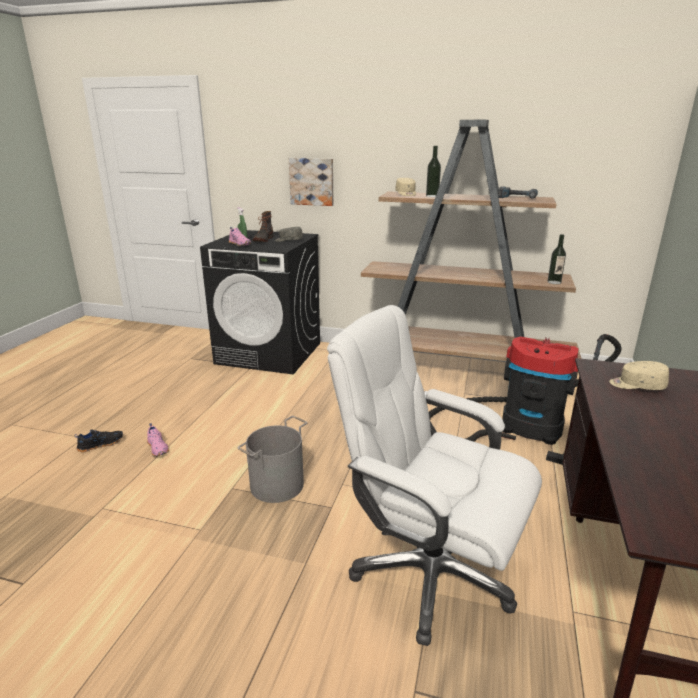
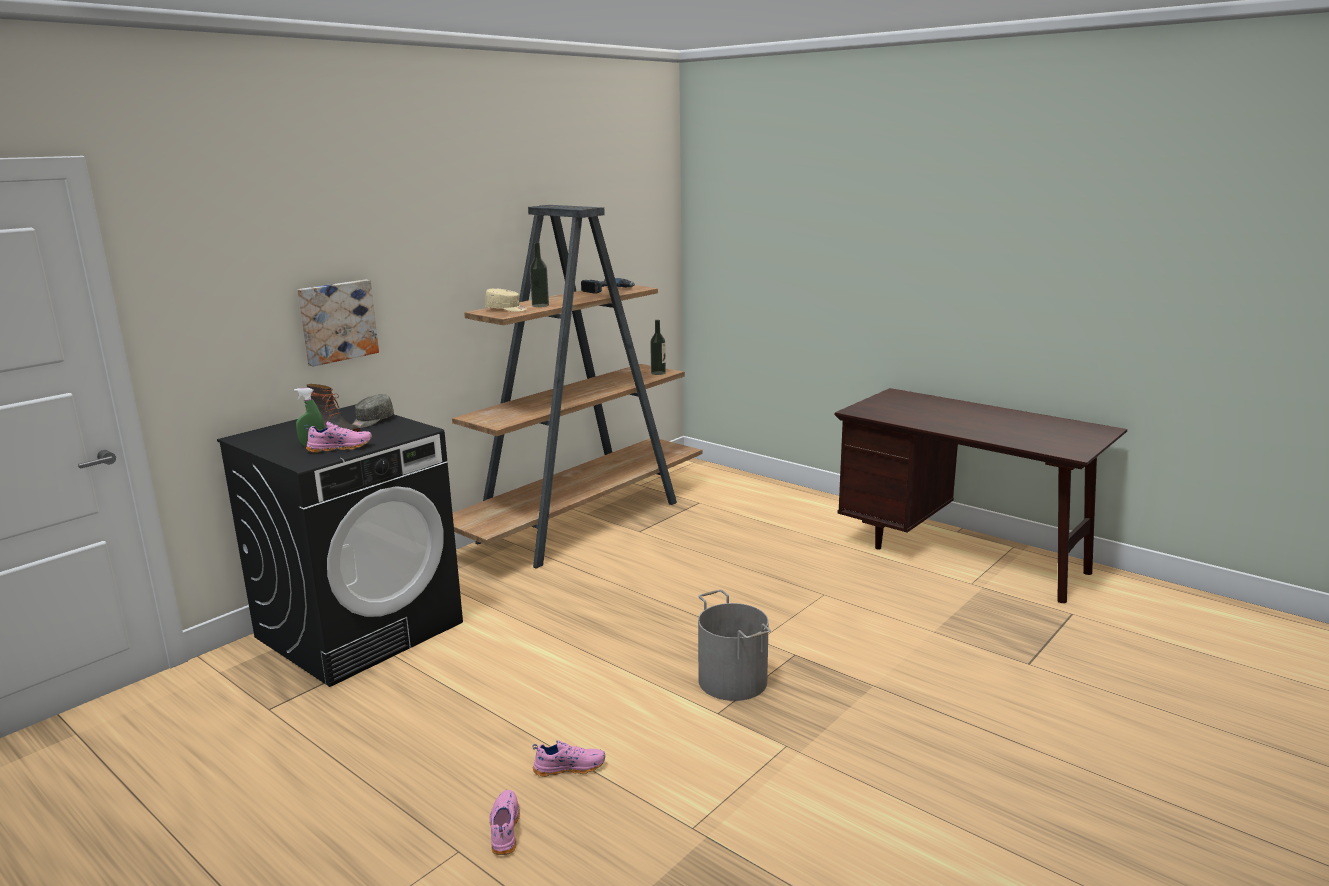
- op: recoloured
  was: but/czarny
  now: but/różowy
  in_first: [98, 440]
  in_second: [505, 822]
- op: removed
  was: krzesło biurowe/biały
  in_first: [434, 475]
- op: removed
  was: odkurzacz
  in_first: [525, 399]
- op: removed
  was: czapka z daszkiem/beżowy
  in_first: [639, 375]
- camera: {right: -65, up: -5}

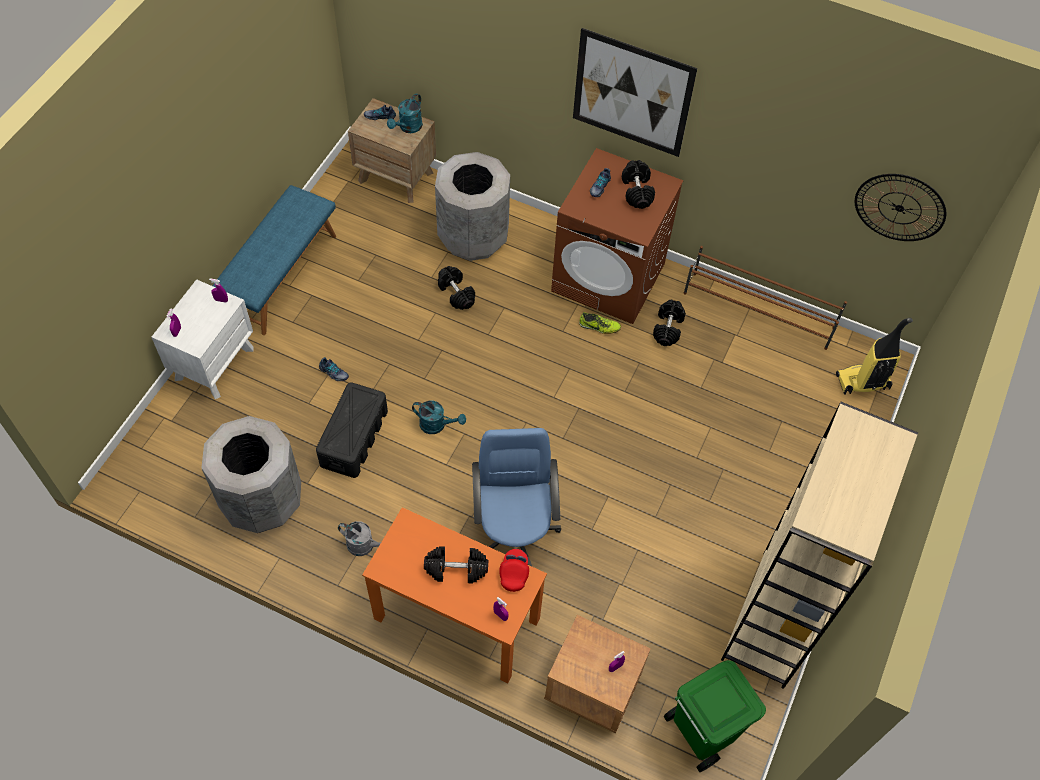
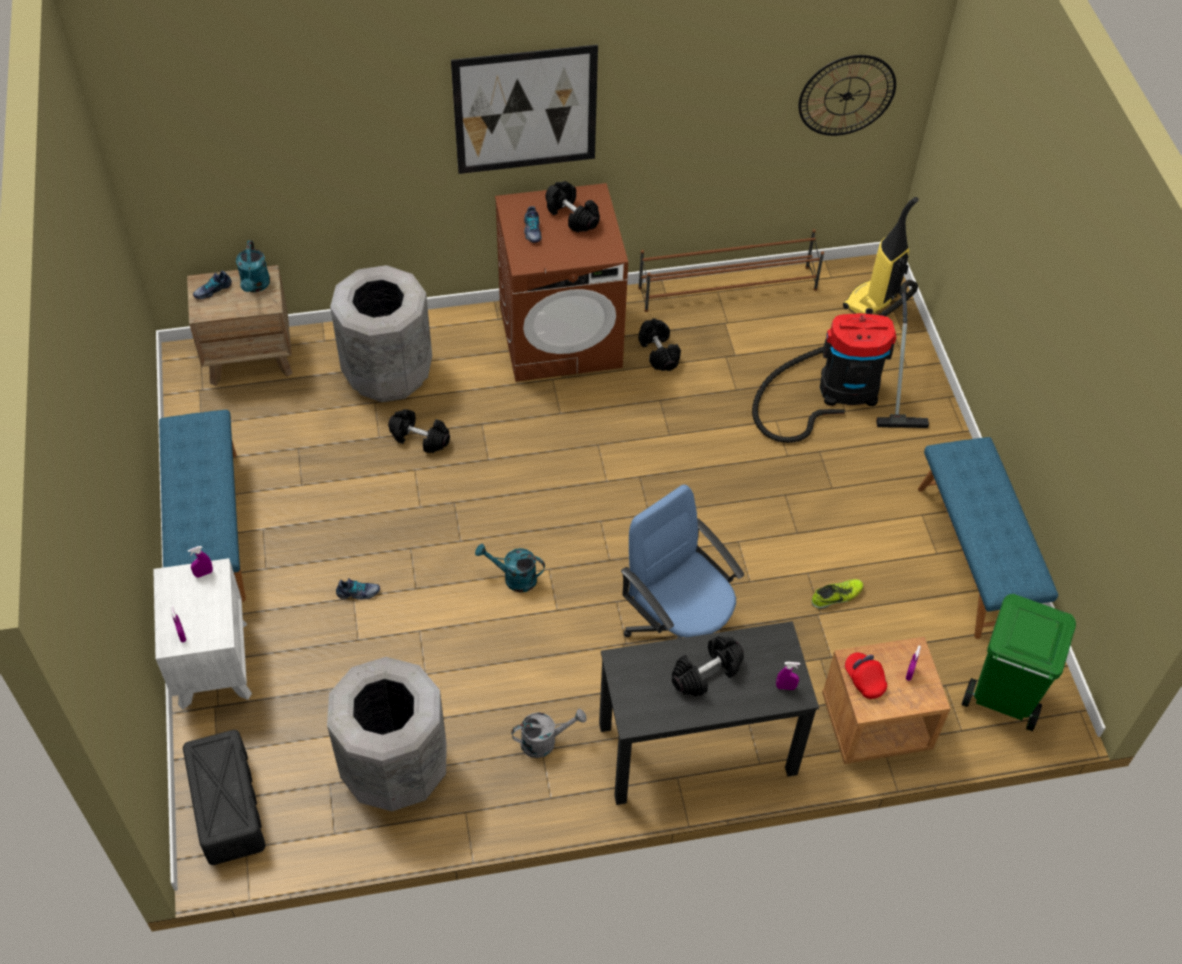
- op: moved
  was: pojemnik do przechowywania/czarny
  in_first: [352, 430]
  in_second: [224, 797]
- op: recoloured
  was: biurko/pomarańczowy
  now: biurko/czarny
  in_first: [454, 595]
  in_second: [709, 713]
- op: turned
  was: konewka/turkusowy
  in_first: [439, 417]
  in_second: [510, 568]
  clockwise: -150
- op: moved
  was: czapka z daszkiem/czerwony
  in_first: [514, 570]
  in_second: [866, 675]
- op: moved
  was: but
  in_first: [600, 323]
  in_second: [837, 594]
- op: replaced
  was: regał/beżowy
  now: ławka/niebieski
  in_first: [819, 545]
  in_second: [988, 538]
- op: added
  now: odkurzacz
  in_second: [840, 361]
- camera: {right: -35, up: -5}

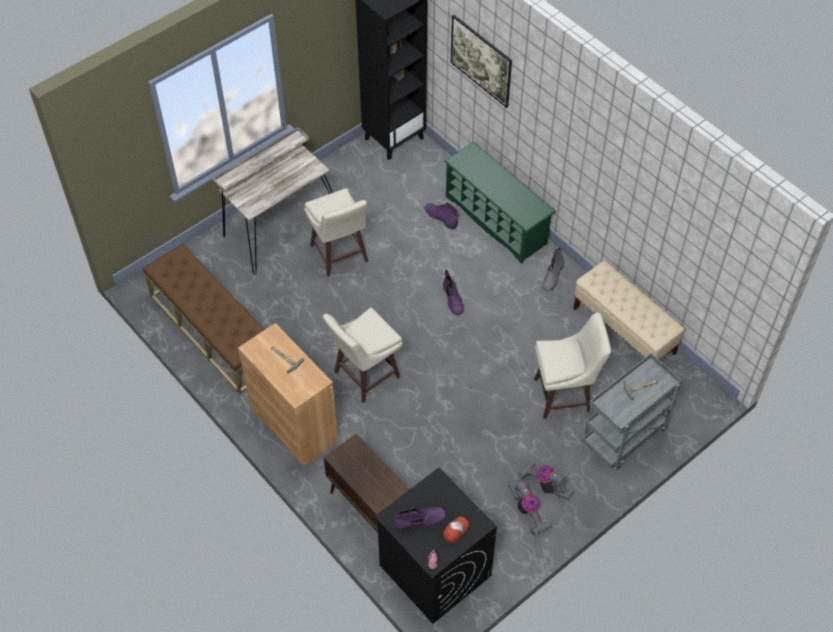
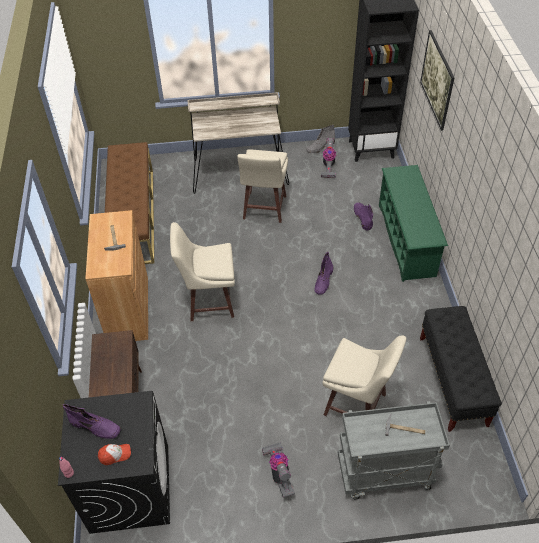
- op: moved
  was: odkurzacz
  in_first: [530, 508]
  in_second: [328, 158]
- op: moved
  was: but z cholewką/szary
  in_first: [553, 268]
  in_second: [320, 139]
- op: recoloured
  was: ławka/beżowy
  now: ławka/czarny
  in_first: [629, 310]
  in_second: [461, 369]
- camera: {right: 35, up: -5}

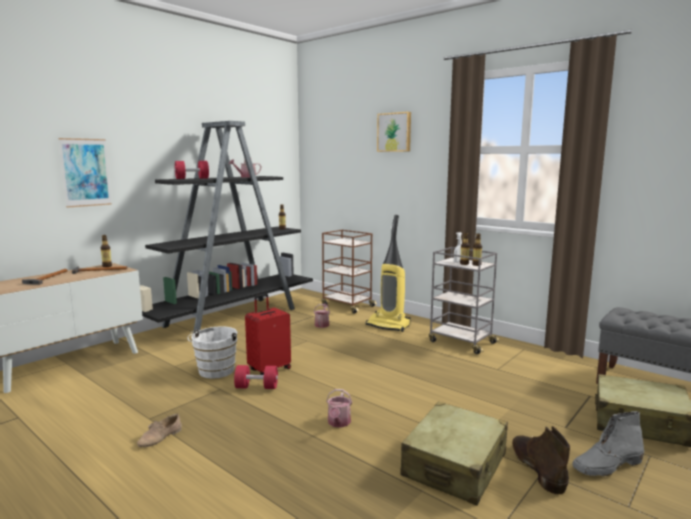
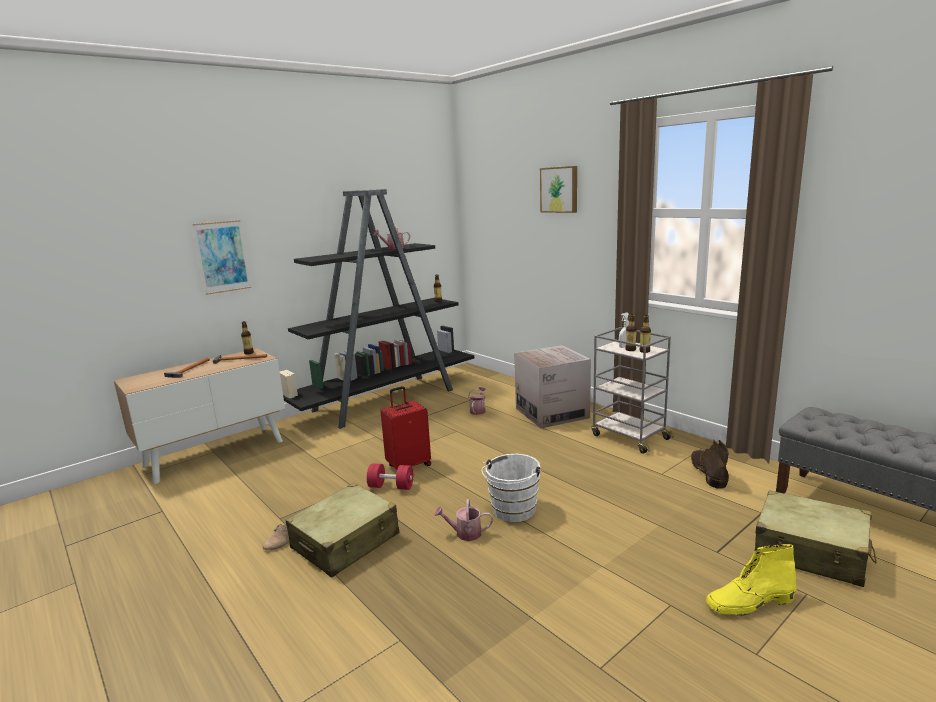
- op: removed
  was: hantel/czerwony
  in_first: [191, 170]
- op: moved
  was: wiadro/biały
  in_first: [212, 352]
  in_second: [511, 488]
- op: removed
  was: wózek/brązowy
  in_first: [349, 272]
- op: turned
  was: konewka
  in_first: [339, 408]
  in_second: [463, 520]
  clockwise: 75
- op: replaced
  was: odkurzacz
  now: karton
  in_first: [388, 273]
  in_second: [552, 387]
- op: moved
  was: walizka/beżowy
  in_first: [454, 454]
  in_second: [342, 530]
- op: moved
  was: but z cholewką/brązowy
  in_first: [541, 460]
  in_second: [710, 464]
- op: recoloured
  was: but z cholewką/szary
  now: but z cholewką/żółty
  in_first: [608, 444]
  in_second: [751, 580]
- camera: {right: 10, up: 5}

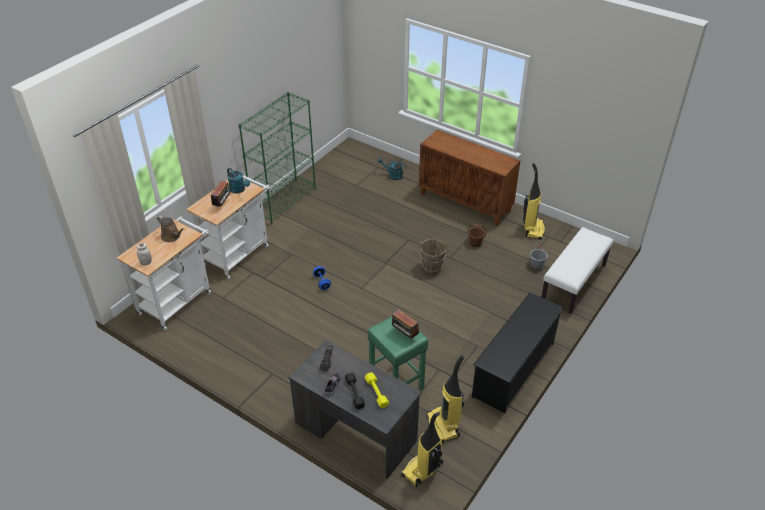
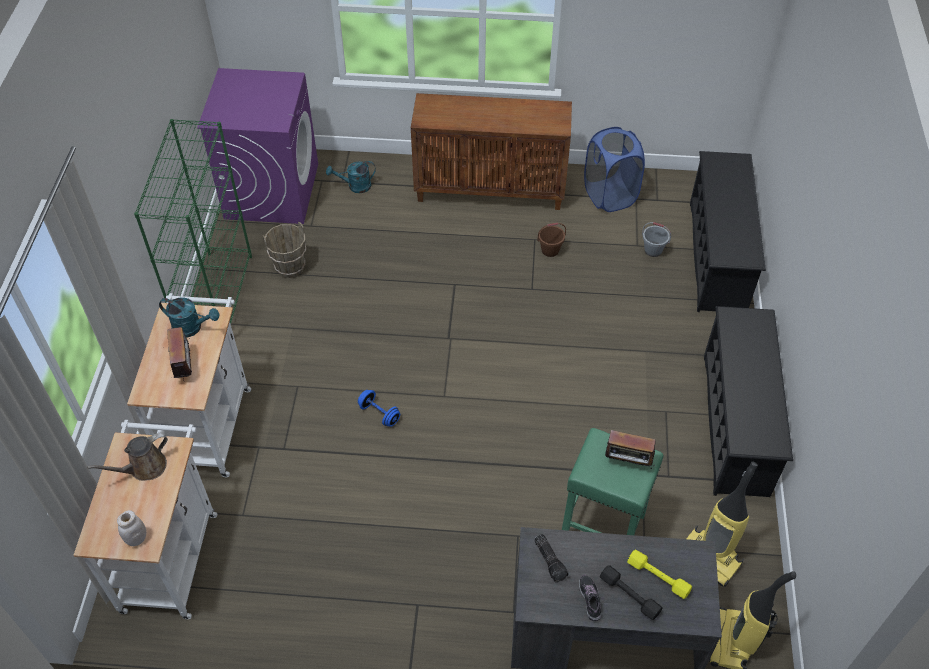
- op: turned
  was: konewka/brązowy
  in_first: [170, 229]
  in_second: [127, 457]
  clockwise: 135
- op: moved
  was: wiadro/brązowy
  in_first: [433, 256]
  in_second: [284, 250]
- op: replaced
  was: odkurzacz
  now: kosz na pranie/niebieski
  in_first: [534, 201]
  in_second: [614, 169]
- op: replaced
  was: ławka/biały
  now: regał na buty/czarny
  in_first: [577, 270]
  in_second: [728, 231]
- op: added
  now: pralka/fioletowy
  in_second: [257, 146]
- camera: {right: -30, up: 10}

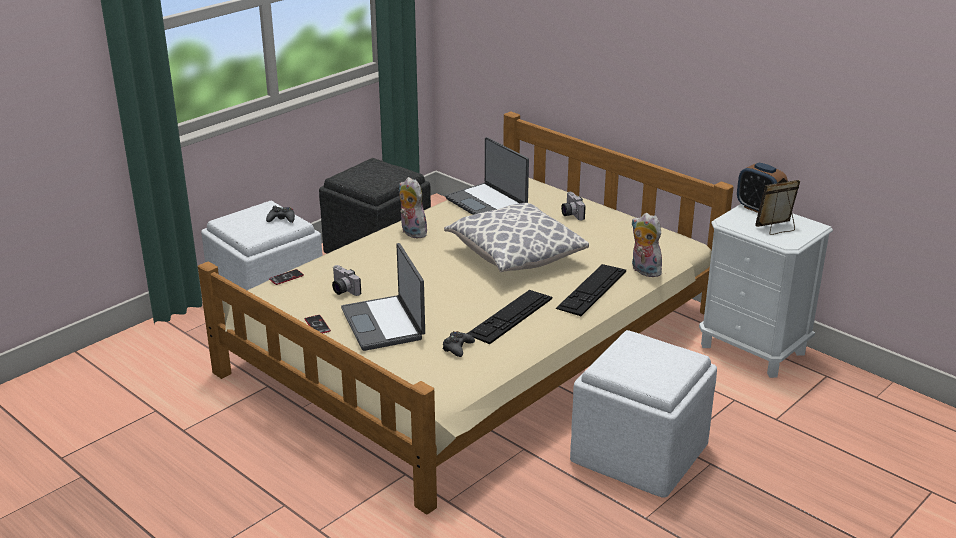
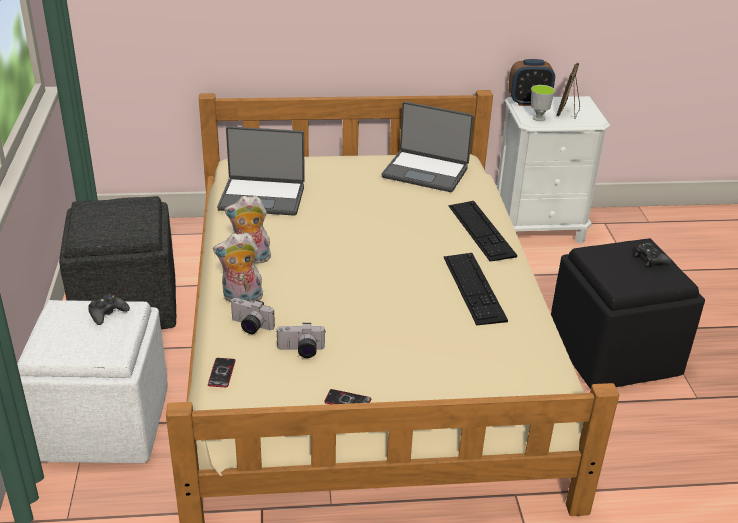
- op: moved
  was: laptop
  in_first: [383, 297]
  in_second: [428, 146]
- op: moved
  was: pad do gier/czarny
  in_first: [459, 344]
  in_second: [653, 254]
- op: removed
  was: poduszka
  in_first: [516, 237]
- op: moved
  was: aparat fotograficzny
  in_first: [573, 206]
  in_second: [252, 316]
- op: recoloured
  was: pufa/biały
  now: pufa/czarny
  in_first: [643, 414]
  in_second: [628, 313]
- op: moved
  was: pluszak
  in_first: [648, 245]
  in_second: [238, 267]
- op: added
  now: filiżanka
  in_second: [543, 103]
- camera: {right: -50, up: 5}

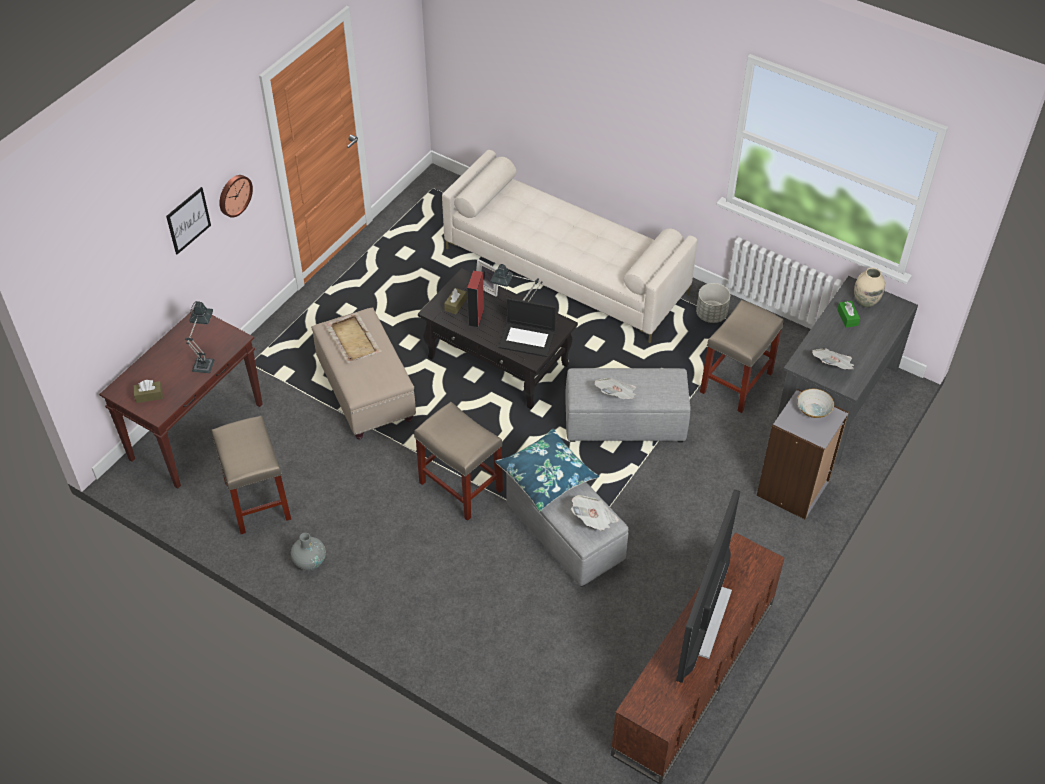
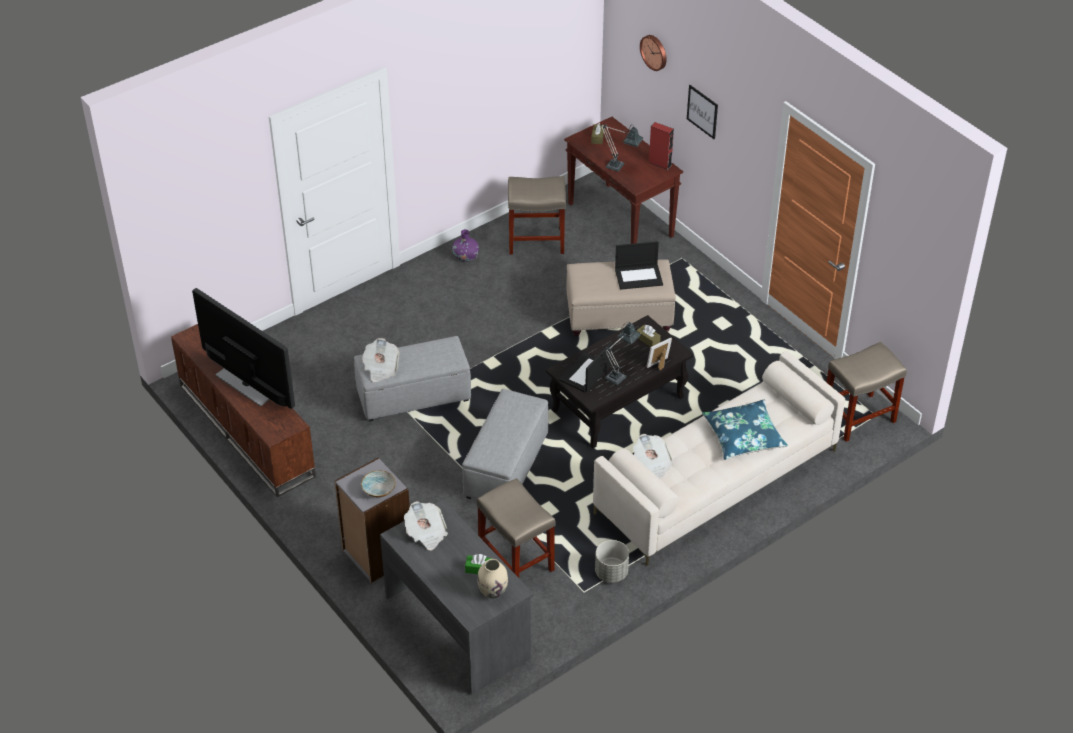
- op: moved
  was: zegar ścienny
  in_first: [236, 196]
  in_second: [653, 53]
- op: recoloured
  was: wazon/szary
  now: wazon/fioletowy
  in_first: [308, 551]
  in_second: [465, 245]
- op: replaced
  was: taca/beżowy
  now: laptop
  in_first: [353, 337]
  in_second: [639, 265]
- op: moved
  was: stołek/beżowy
  in_first: [458, 461]
  in_second: [866, 392]
- op: moved
  was: głośnik/czerwony
  in_first: [475, 299]
  in_second: [661, 146]
- op: moved
  was: poduszka/niebieski
  in_first: [547, 470]
  in_second: [745, 430]
- op: moved
  was: gazeta
  in_first: [615, 388]
  in_second: [653, 456]
- camera: {right: 110, up: -5}

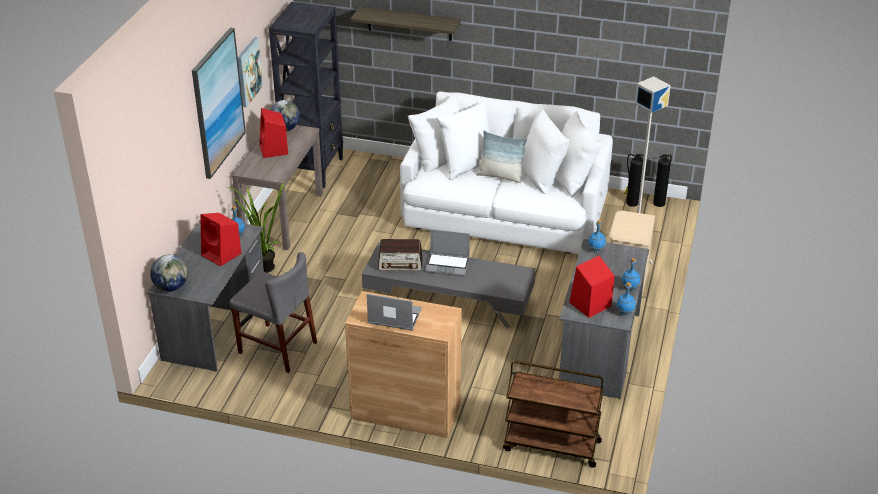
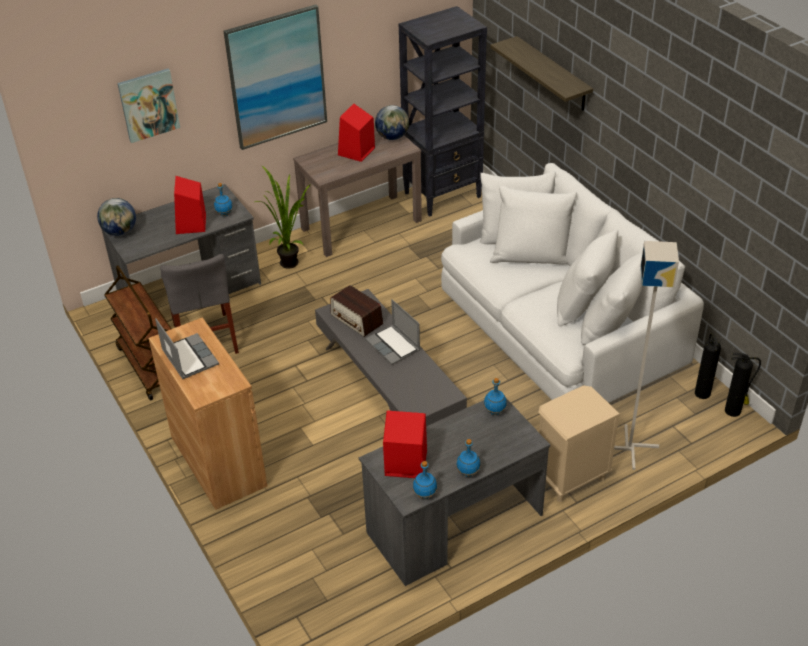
- op: moved
  was: obraz
  in_first: [250, 72]
  in_second: [148, 106]
- op: removed
  was: poduszka
  in_first: [502, 156]
- op: moved
  was: wózek/brązowy
  in_first: [553, 414]
  in_second: [138, 332]
- camera: {right: 45, up: 5}

